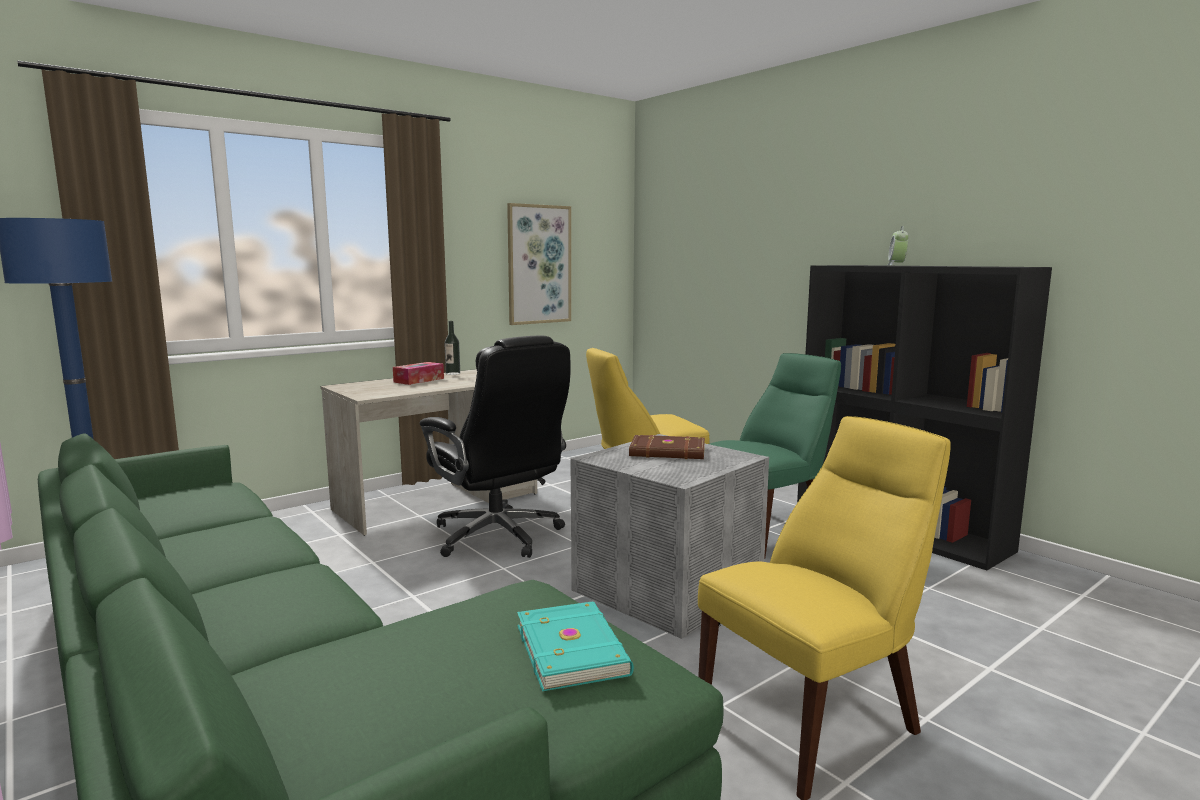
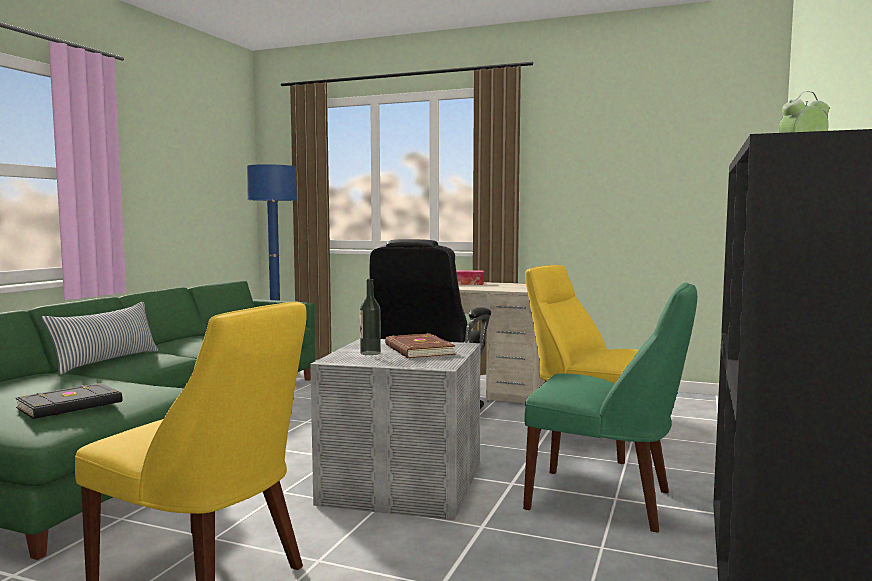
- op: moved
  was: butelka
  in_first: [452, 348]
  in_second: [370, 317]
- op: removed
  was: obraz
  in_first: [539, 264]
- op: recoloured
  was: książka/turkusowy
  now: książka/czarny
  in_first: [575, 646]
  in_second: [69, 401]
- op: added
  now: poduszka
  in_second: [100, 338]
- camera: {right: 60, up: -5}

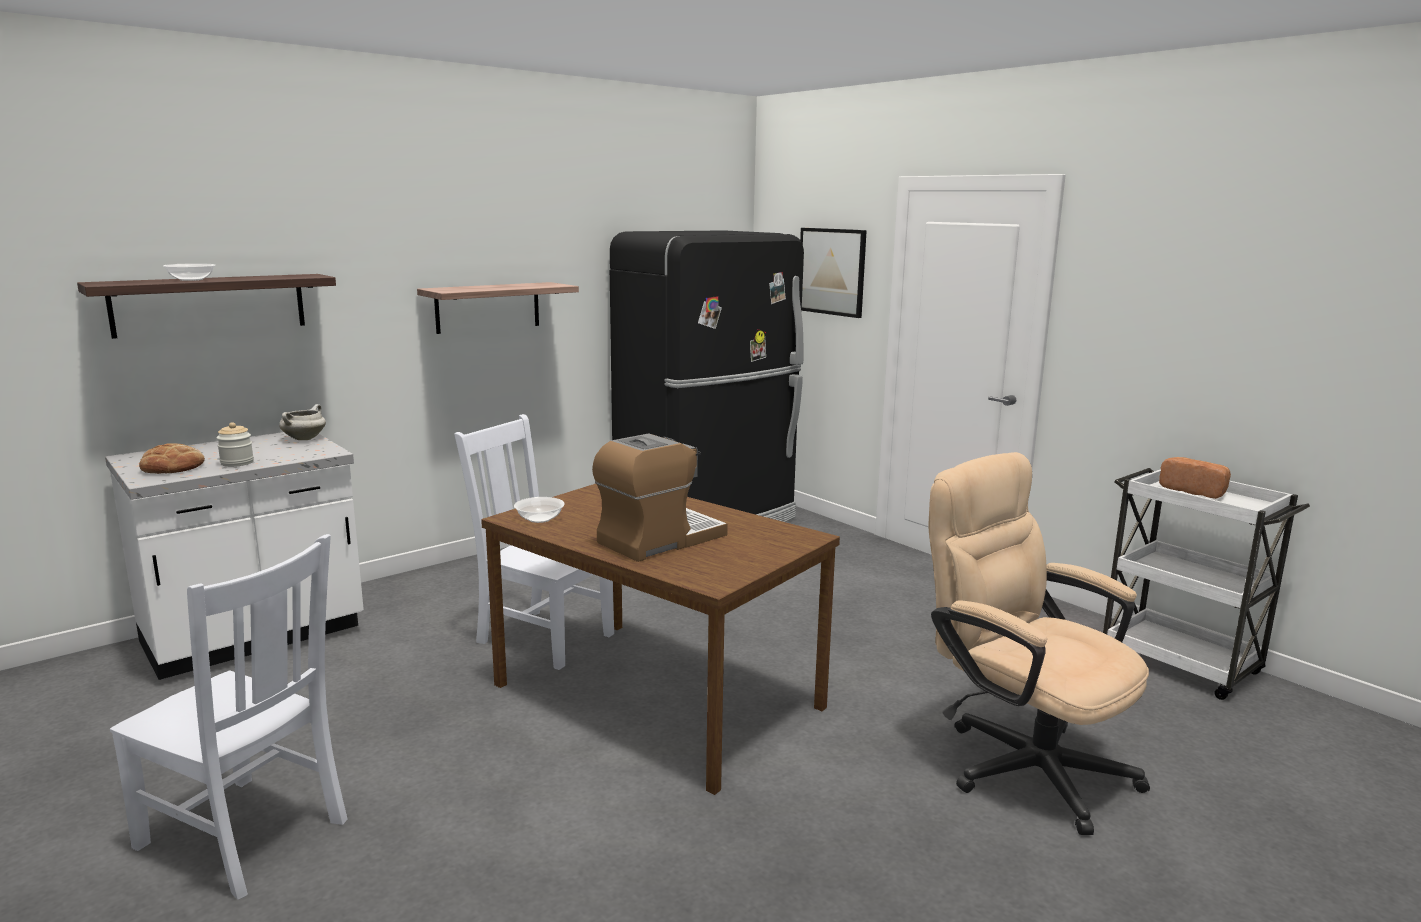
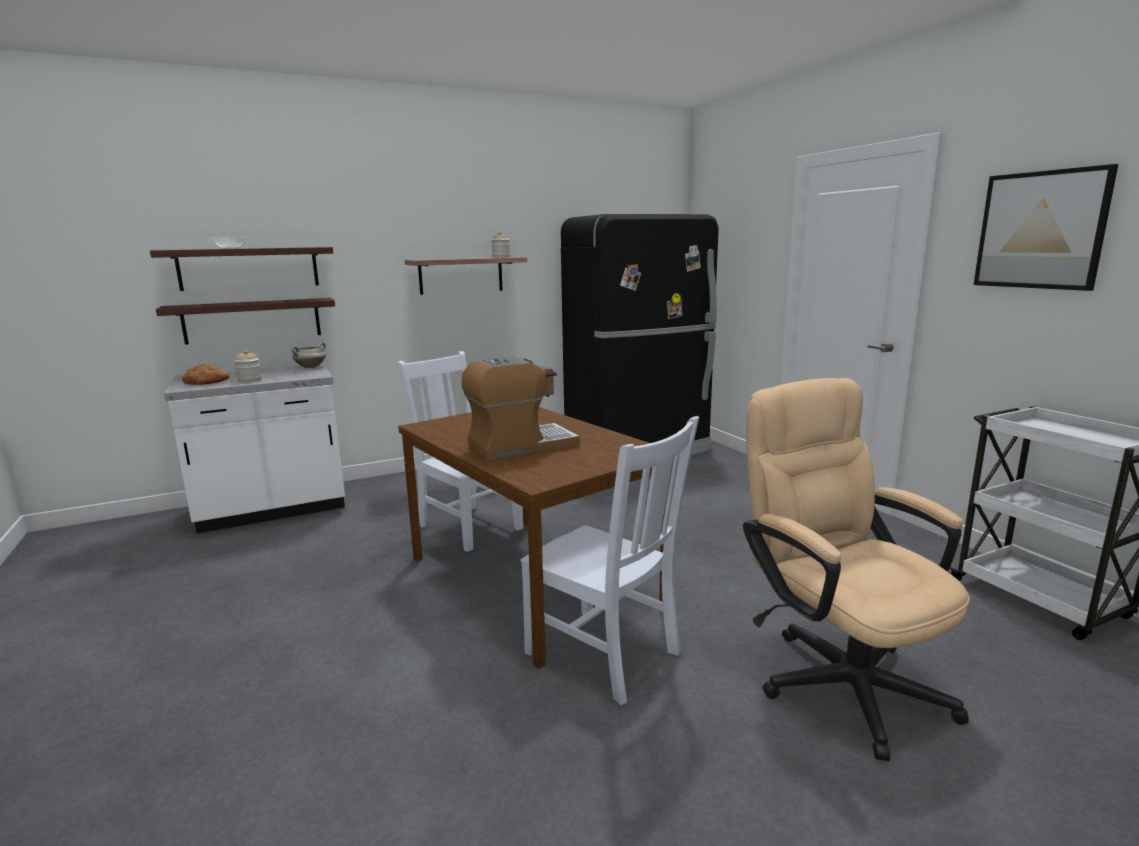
- op: moved
  was: krzesło/biały
  in_first: [229, 717]
  in_second: [610, 560]
- op: removed
  was: miska
  in_first: [539, 510]
- op: moved
  was: obraz
  in_first: [833, 273]
  in_second: [1046, 227]
- op: removed
  was: chleb
  in_first: [1195, 478]
- op: added
  now: półka
  in_second: [245, 321]
- op: added
  now: słoik
  in_second: [500, 244]
- camera: {right: 15, up: 0}

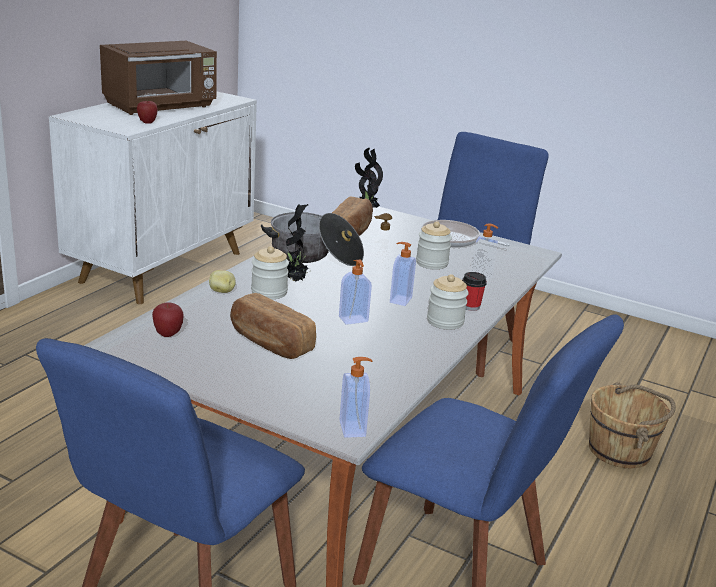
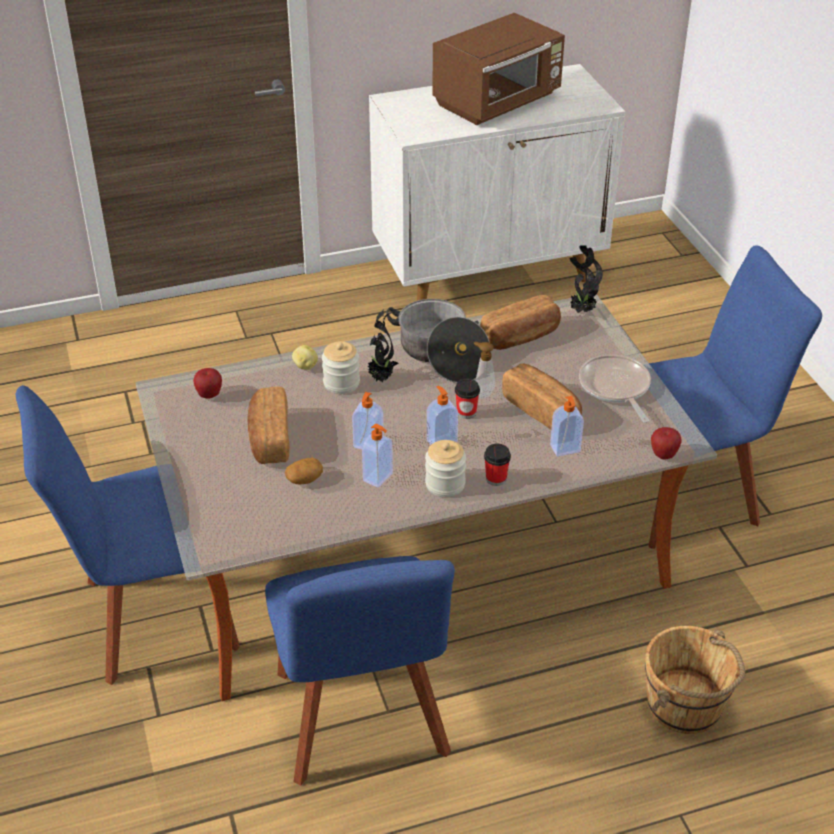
- op: turned
  was: mikrofalówka/brązowy
  in_first: [158, 78]
  in_second: [498, 69]
  clockwise: -45
- op: moved
  was: jabłko
  in_first: [147, 112]
  in_second: [666, 443]
- op: moved
  was: dozownik mydła
  in_first: [356, 397]
  in_second: [377, 455]
- op: replaced
  was: słoik
  now: chleb
  in_first: [434, 245]
  in_second: [542, 397]
- op: added
  now: ziemniak
  in_second: [304, 470]
- op: added
  now: filiżanka
  in_second: [467, 399]
- camera: {right: 45, up: 15}

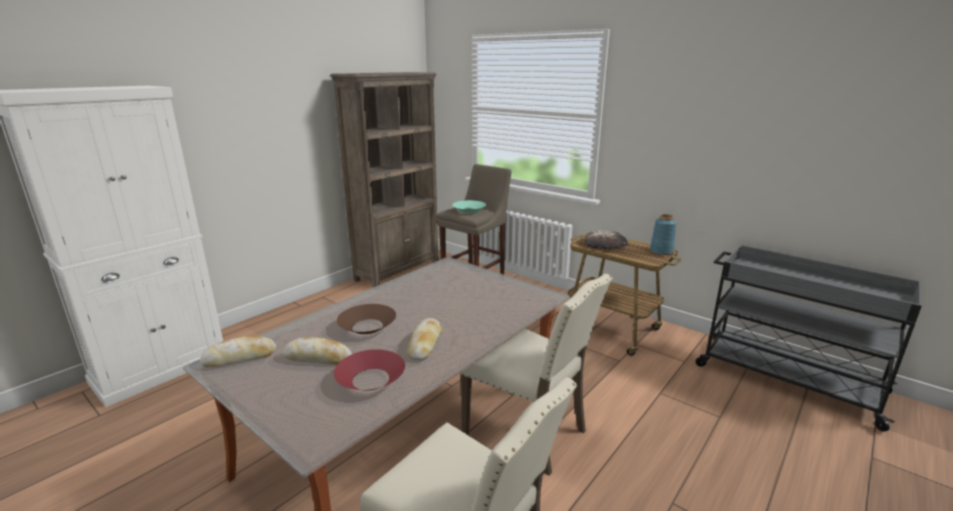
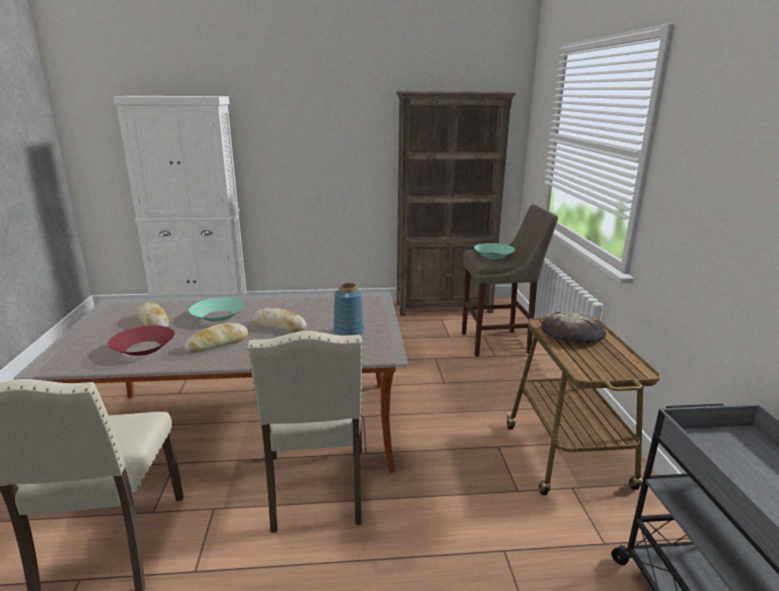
- op: moved
  was: chleb
  in_first: [238, 352]
  in_second: [279, 320]
- op: recoloured
  was: miska/brązowy
  now: miska/turkusowy
  in_first: [366, 319]
  in_second: [217, 309]
- op: moved
  was: wazon/niebieski
  in_first: [663, 234]
  in_second: [348, 309]
- camera: {right: 45, up: 0}

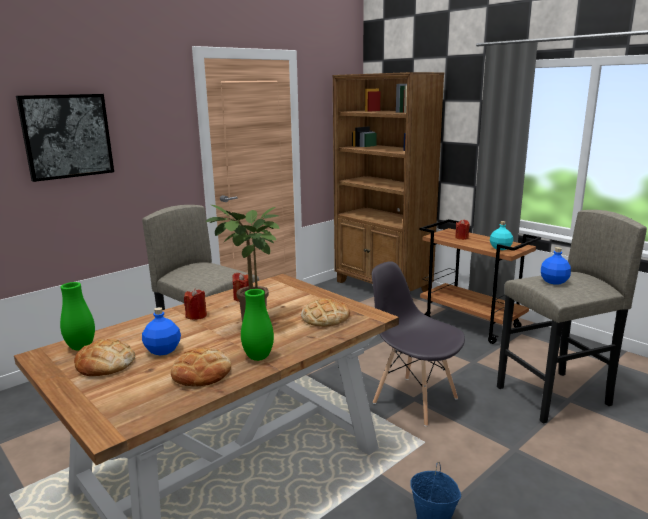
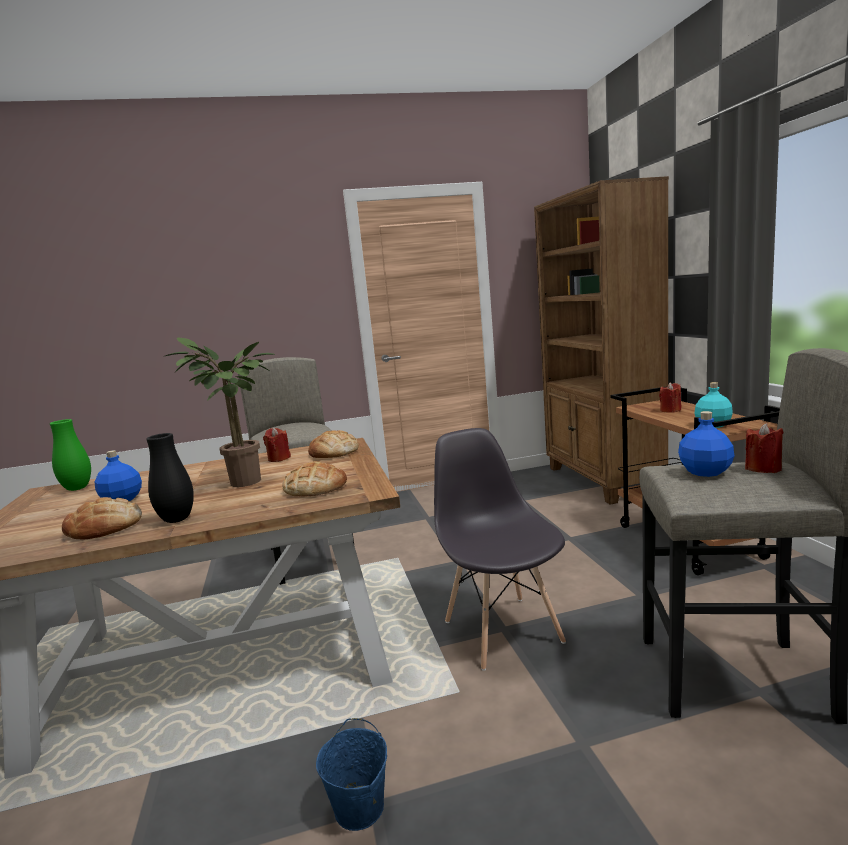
- op: removed
  was: obraz
  in_first: [65, 138]
- op: moved
  was: chleb
  in_first: [104, 357]
  in_second: [333, 444]
- op: moved
  was: świeca/czerwony
  in_first: [195, 304]
  in_second: [764, 448]
- op: recoloured
  was: wazon/zielony
  now: wazon/czarny
  in_first: [257, 325]
  in_second: [170, 478]
- camera: {right: 30, up: -5}

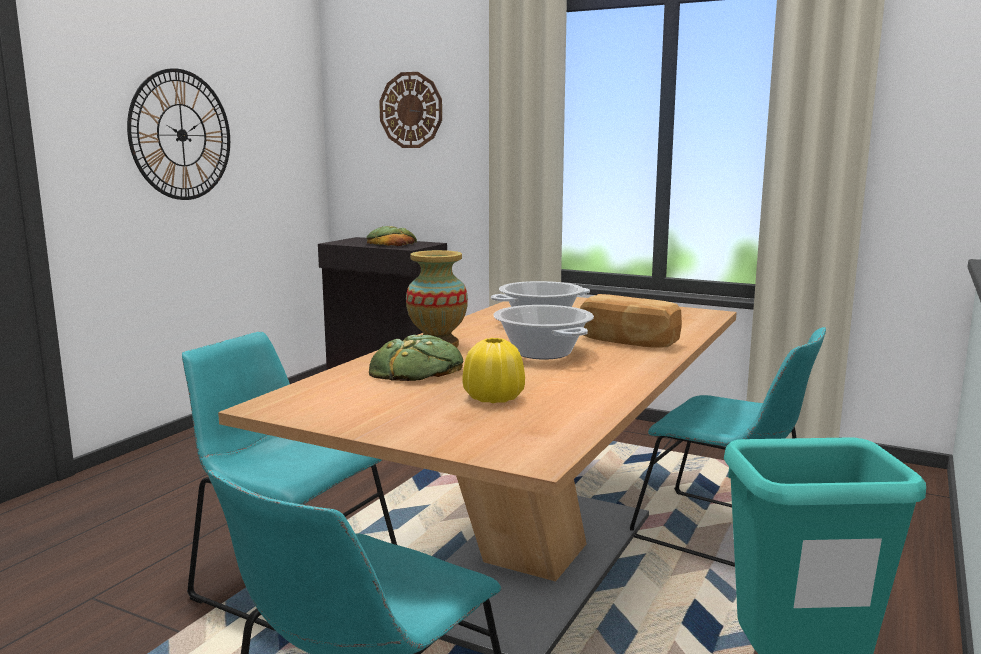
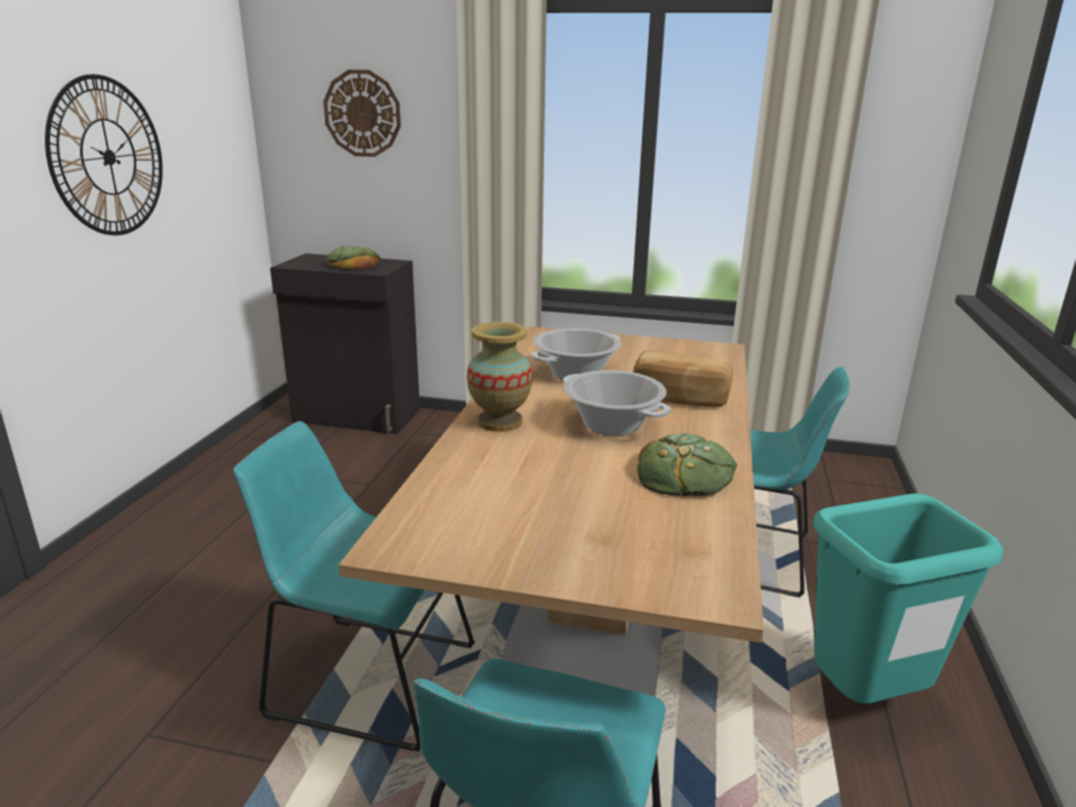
- op: moved
  was: chleb
  in_first: [416, 358]
  in_second: [687, 464]
- op: removed
  was: wazon/żółty
  in_first: [493, 370]
- camera: {right: -15, up: 10}

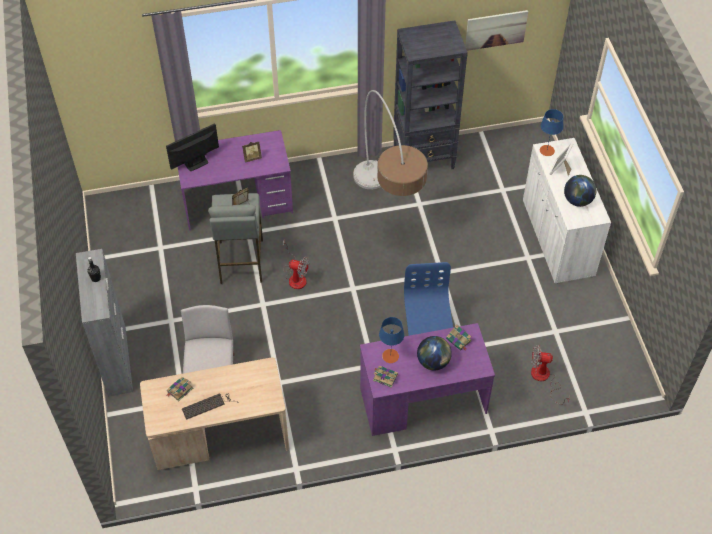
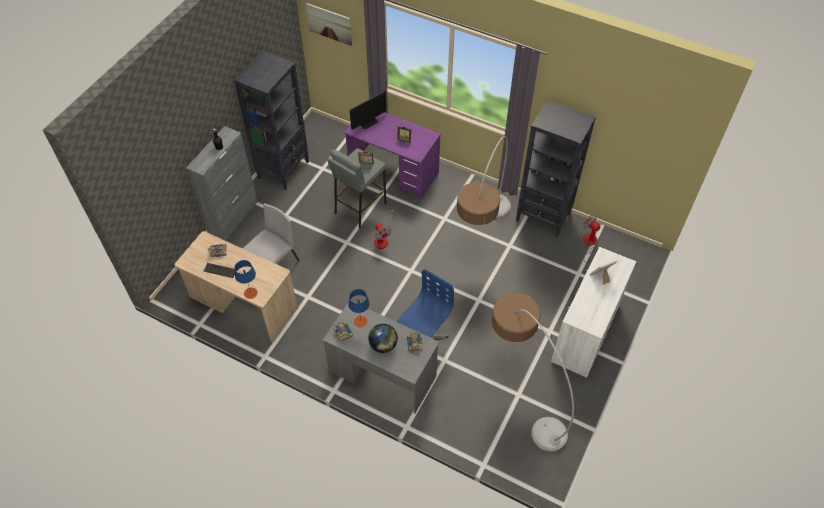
- op: turned
  was: monitor
  in_first: [192, 147]
  in_second: [368, 110]
  clockwise: 135
- op: recoloured
  was: biurko/fioletowy
  now: biurko/szary
  in_first: [427, 379]
  in_second: [381, 357]
- op: moved
  was: obraz
  in_first: [496, 30]
  in_second: [329, 24]
- op: moved
  was: wentylator
  in_first: [550, 375]
  in_second: [591, 239]
- op: moved
  was: lampa stołowa/niebieski
  in_first: [551, 132]
  in_second: [246, 279]
- op: removed
  was: globus
  in_first: [580, 191]
- op: added
  now: regał/czarny
  in_second: [271, 120]
- op: added
  now: lampa stojąca
  in_second: [533, 372]
- camera: {right: 40, up: 0}

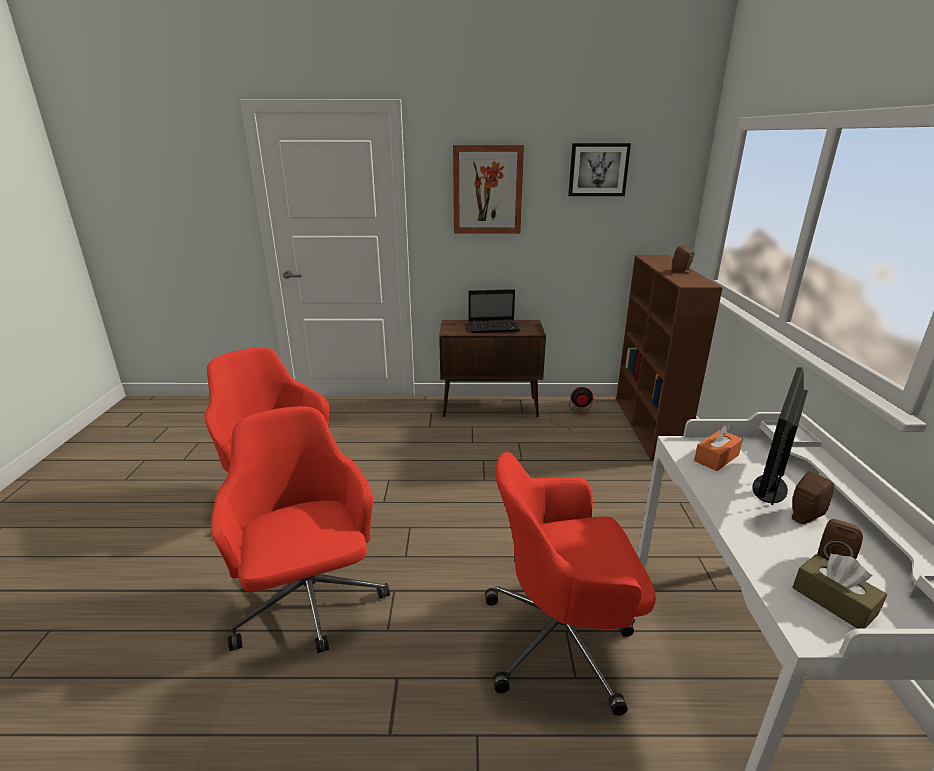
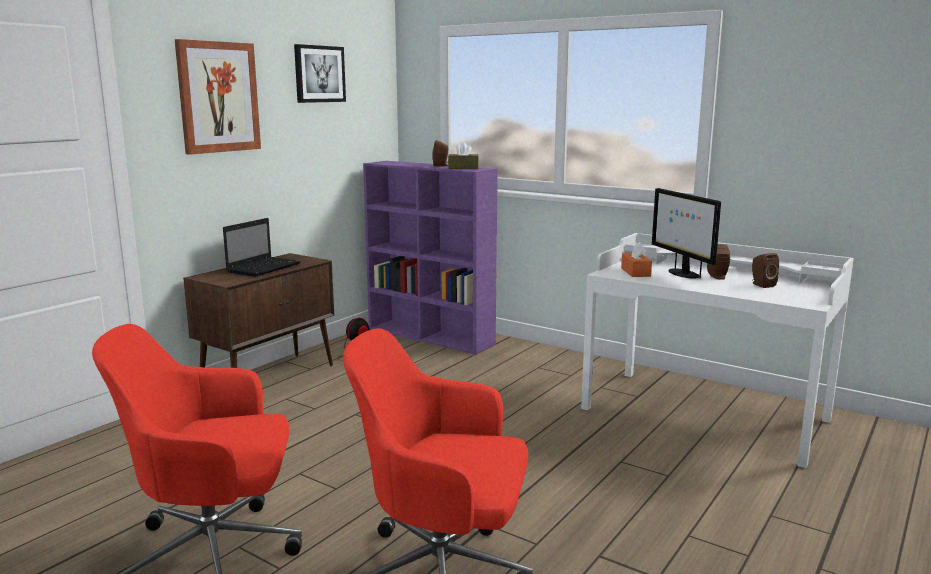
- op: removed
  was: krzesło biurowe/czerwony
  in_first: [570, 584]
- op: recoloured
  was: regał/brązowy
  now: regał/fioletowy
  in_first: [669, 358]
  in_second: [430, 258]
- op: moved
  was: pudełko chusteczek/brązowy
  in_first: [839, 591]
  in_second: [463, 155]
- camera: {right: -55, up: -10}

